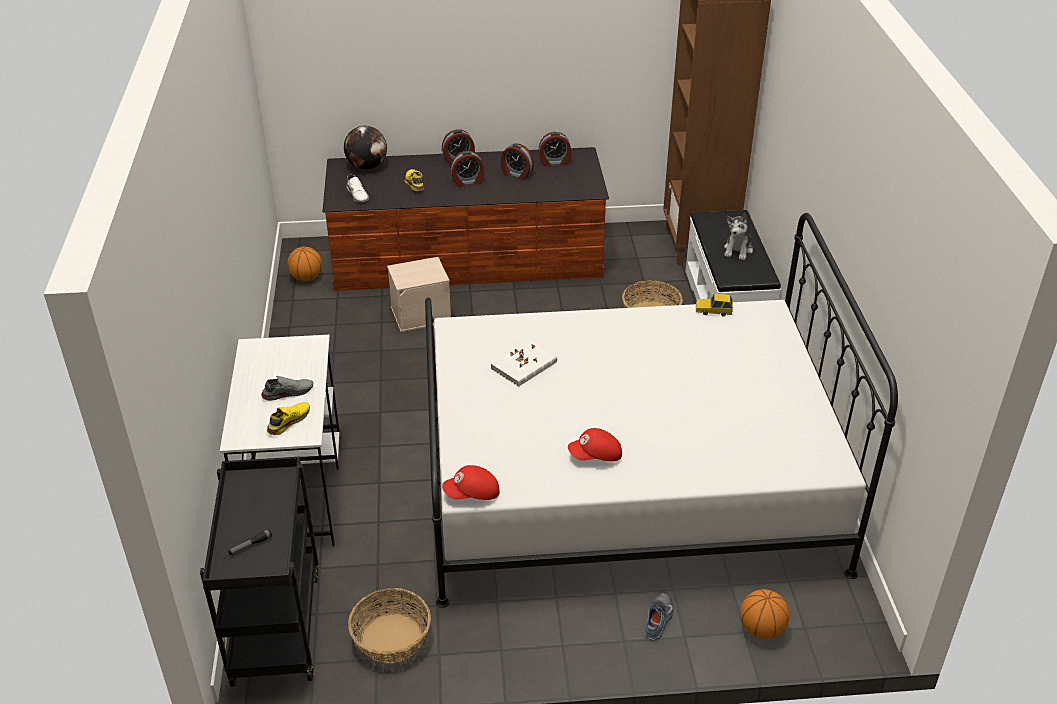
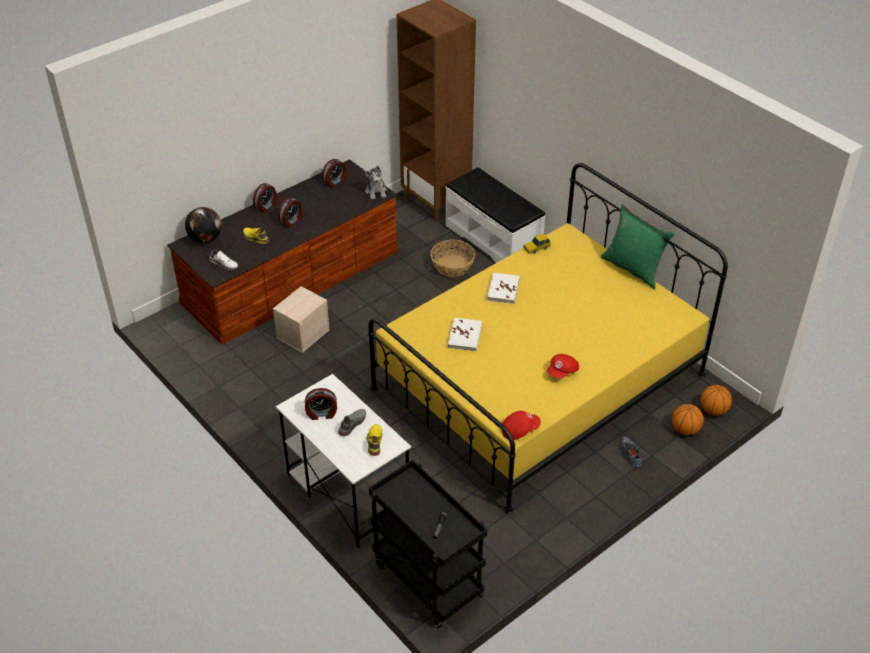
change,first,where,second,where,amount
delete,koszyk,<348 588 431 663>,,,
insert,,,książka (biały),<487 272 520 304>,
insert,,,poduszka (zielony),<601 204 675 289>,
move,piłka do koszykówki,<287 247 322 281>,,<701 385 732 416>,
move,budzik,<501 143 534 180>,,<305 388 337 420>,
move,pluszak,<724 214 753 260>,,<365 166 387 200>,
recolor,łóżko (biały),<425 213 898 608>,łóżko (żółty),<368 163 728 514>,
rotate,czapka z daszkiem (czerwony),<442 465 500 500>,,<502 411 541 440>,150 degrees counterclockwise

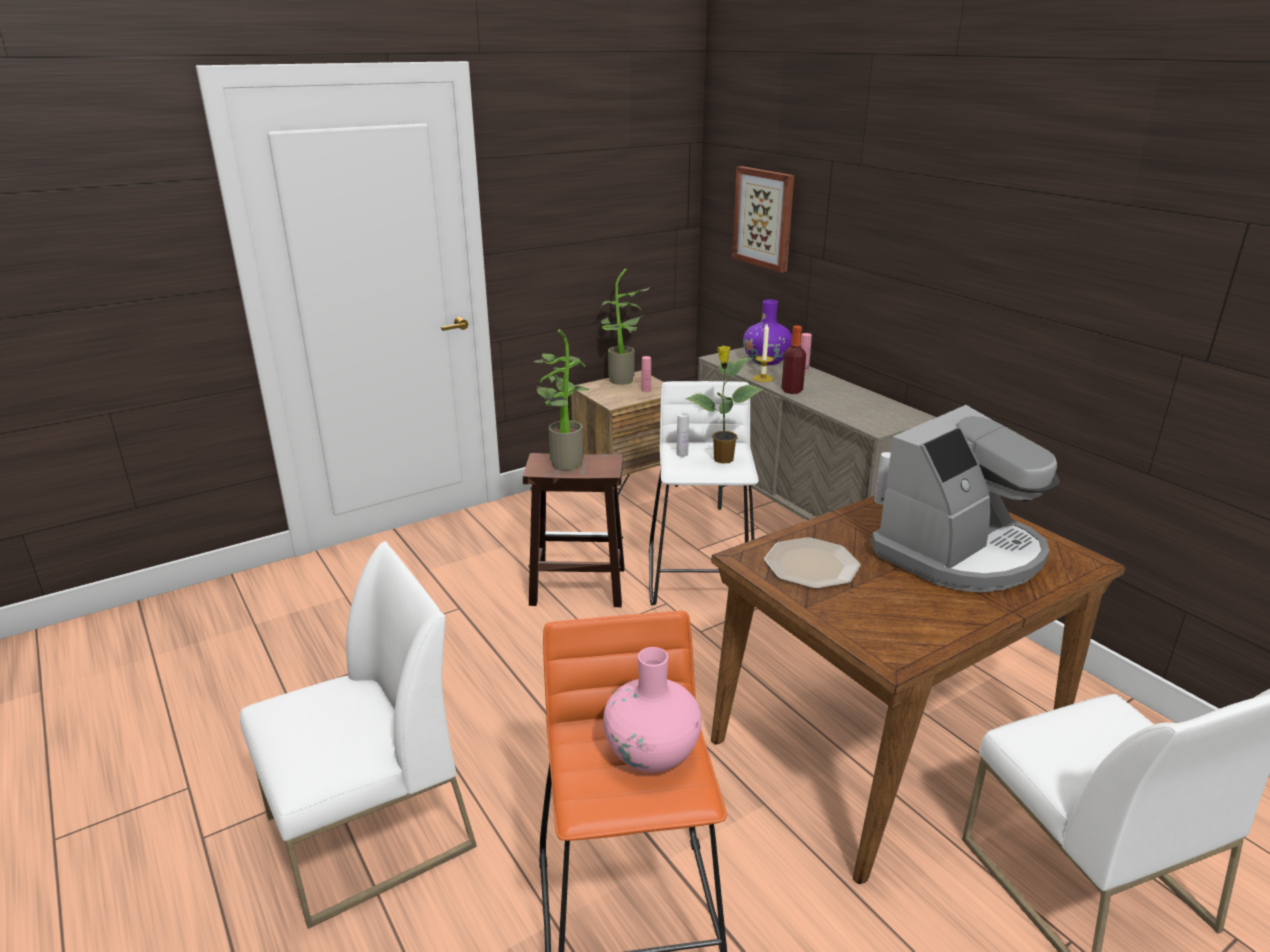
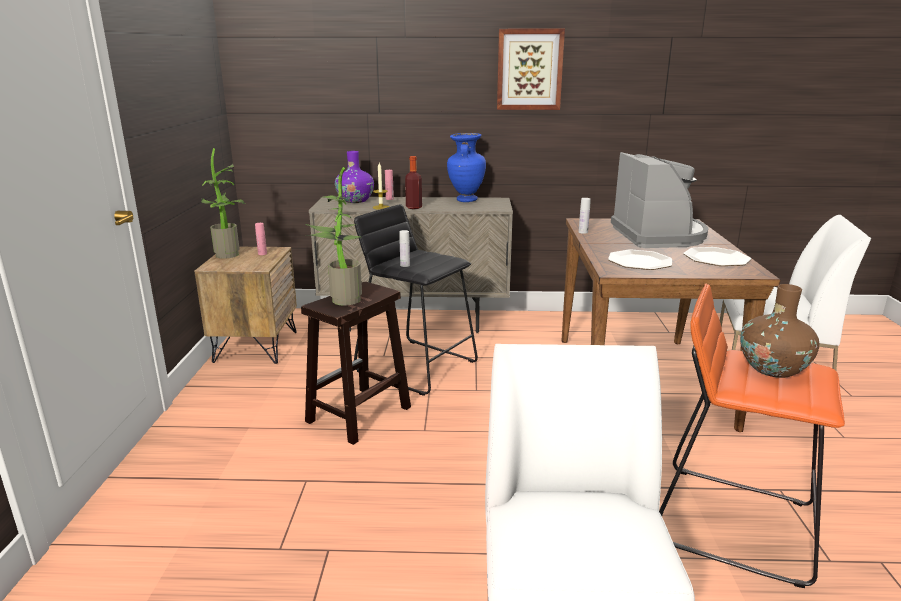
change,first,where,second,where,amount
delete,roślina doniczkowa,<685 345 763 464>,,,
insert,,,wazon (niebieski),<447 133 486 202>,
insert,,,talerz,<683 247 751 266>,
move,obraz,<732 166 794 273>,,<497 29 565 110>,
recolor,wazon (różowy),<603 647 702 772>,wazon (brązowy),<740 284 819 378>,
recolor,stołek (biały),<649 381 759 605>,stołek (czarny),<354 204 478 396>,

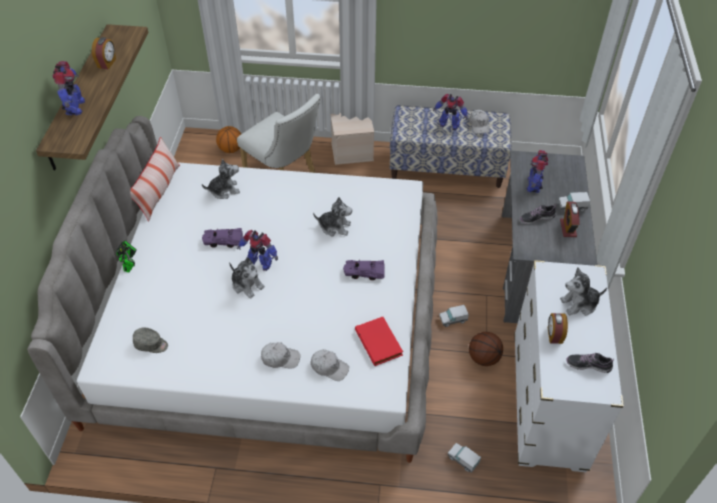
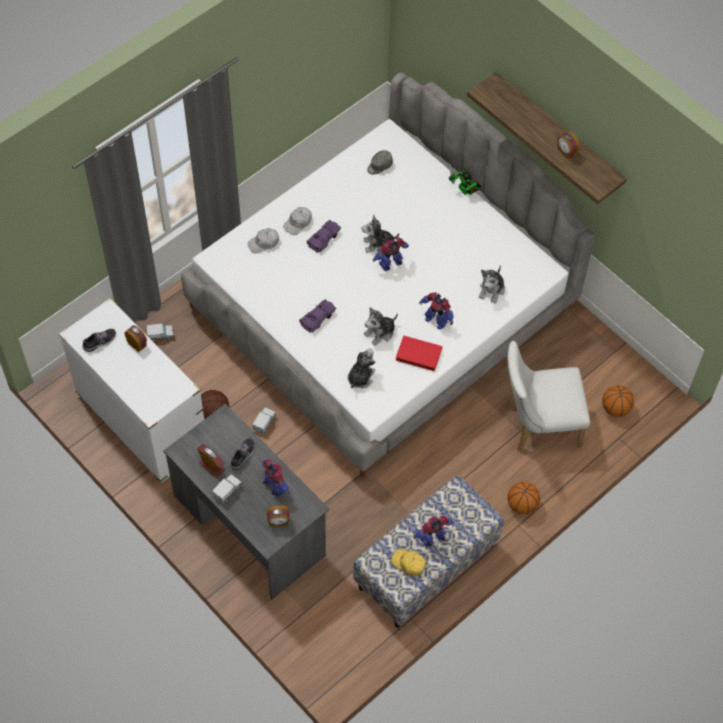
change,first,where,second,where,amount
delete,poduszka,<130 137 180 221>,,,
insert,,,budzik,<267 505 290 527>,
move,robot zabawkowy,<53 61 85 115>,,<419 292 454 329>,
move,samochodzik (fioletowy),<202 228 243 248>,,<306 220 341 253>,
move,książka (czerwony),<355 317 403 366>,,<395 335 442 372>,
move,pluszak,<560 267 607 316>,,<348 349 376 388>,
replace,pojemnik do przechowywania (beżowy),<330 113 374 165>,piłka do koszykówki,<507 482 540 514>,
recolor,czapka z daszkiem (biały),<469 110 490 134>,czapka z daszkiem (żółty),<391 549 426 576>,

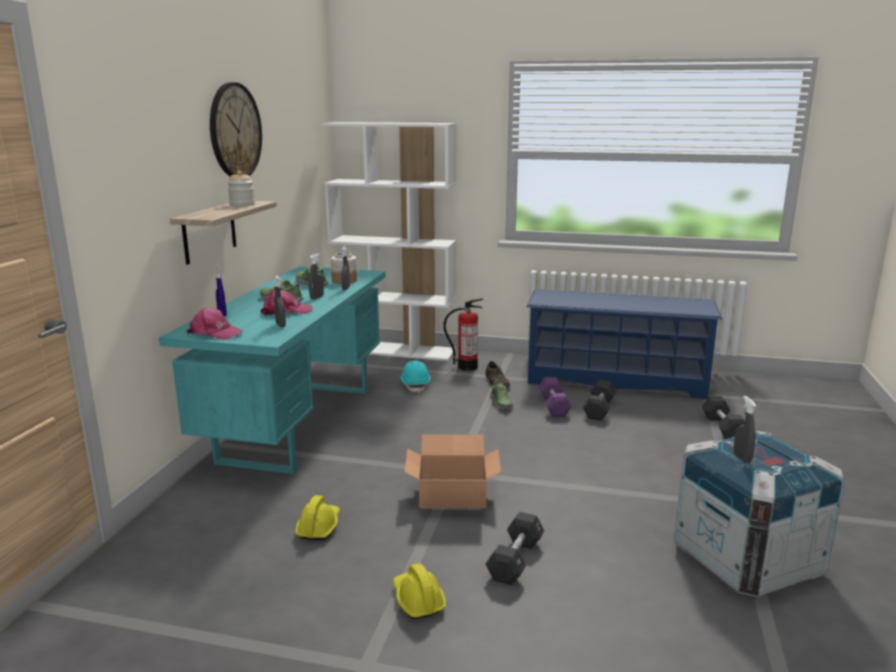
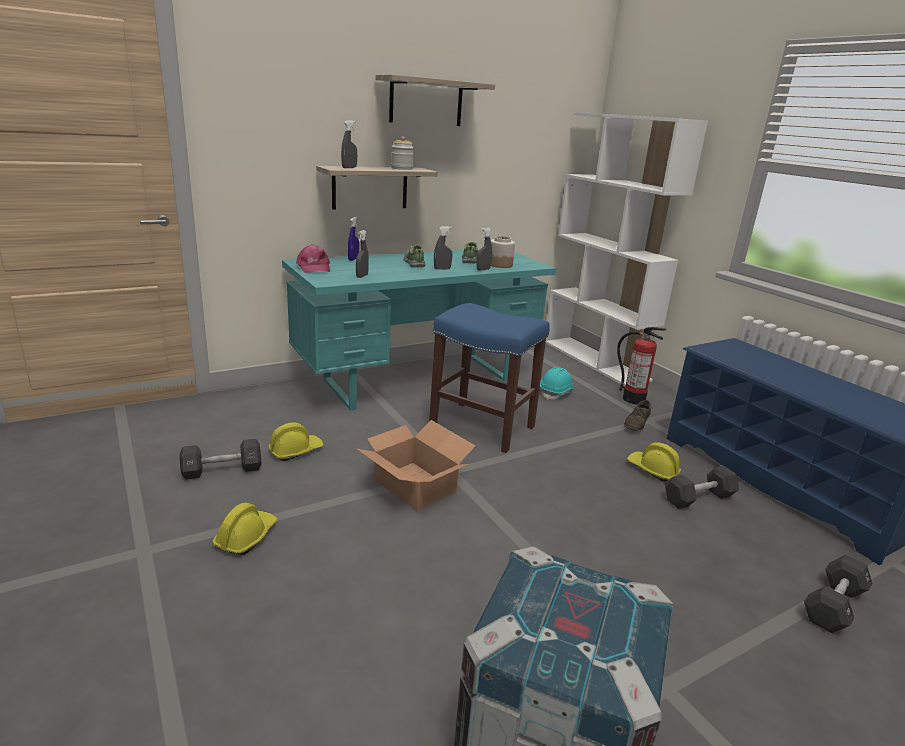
change,first,where,second,where,amount
delete,czapka z daszkiem (różowy),<260 290 313 316>,,,
delete,but,<490 379 513 409>,,,
insert,,,stołek (niebieski),<429 303 550 453>,
move,hantel (czarny),<486 512 544 585>,,<179 439 261 480>,
move,spryskiwacz (szary),<733 396 756 463>,,<341 120 357 168>,
replace,zegar ścienny,<210 82 262 176>,półka,<375 74 495 126>,
replace,hantel (fioletowy),<538 377 572 417>,kask (żółty),<627 442 681 482>,

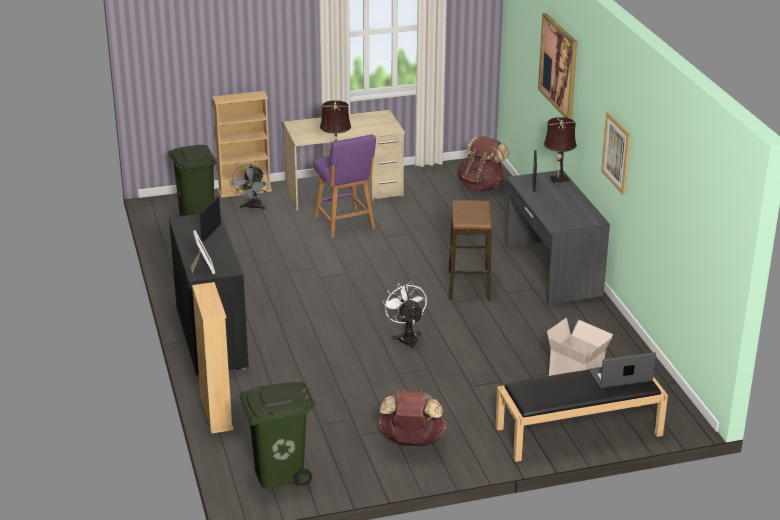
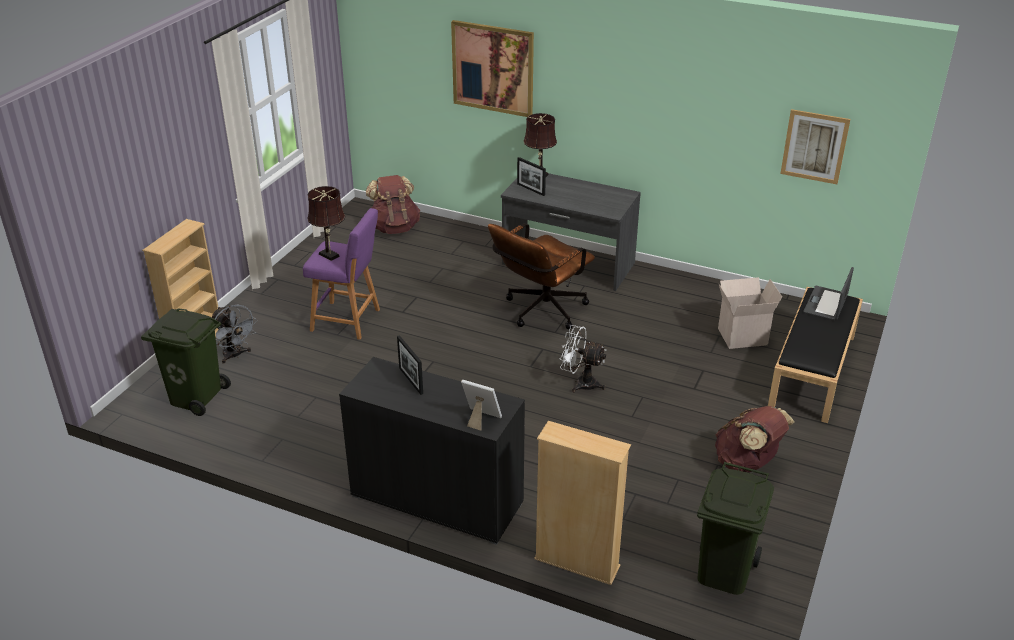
change,first,where,second,where,amount
delete,biurko (beżowy),<283 110 405 210>,,,
move,obraz,<601 112 631 195>,,<780 109 850 184>,
replace,stołek,<449 200 492 301>,krzesło biurowe (brązowy),<488 223 595 329>,

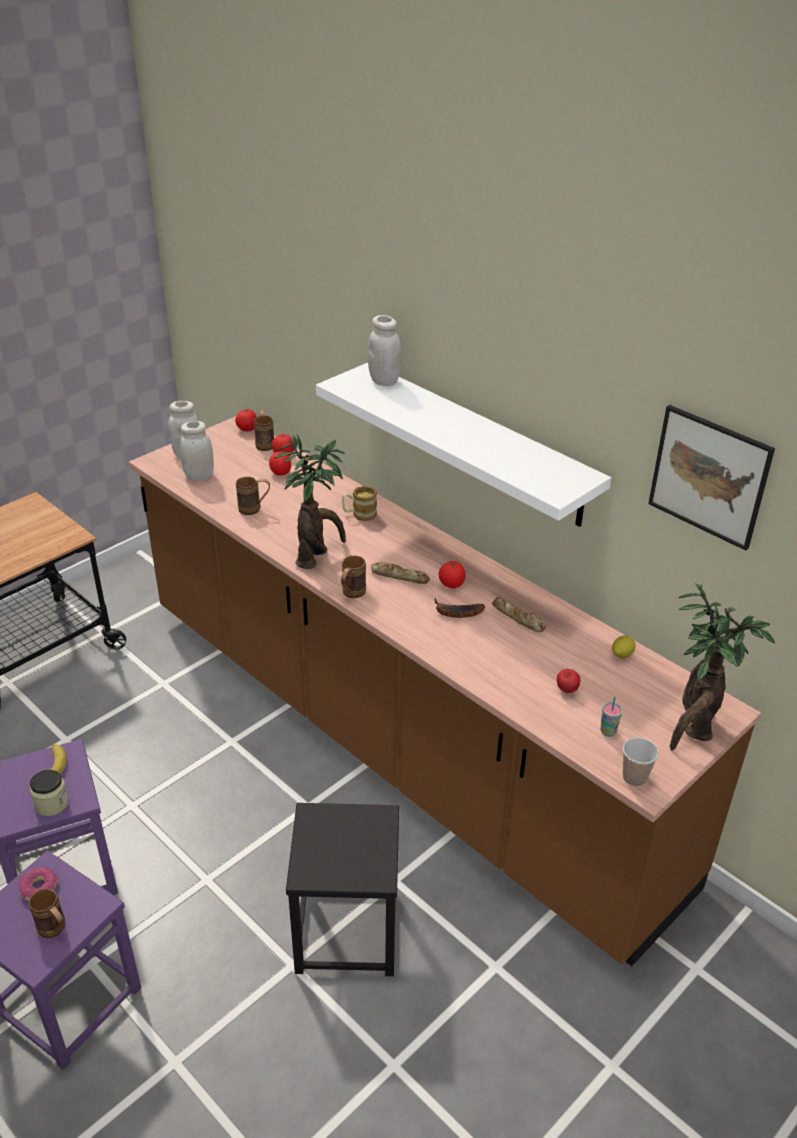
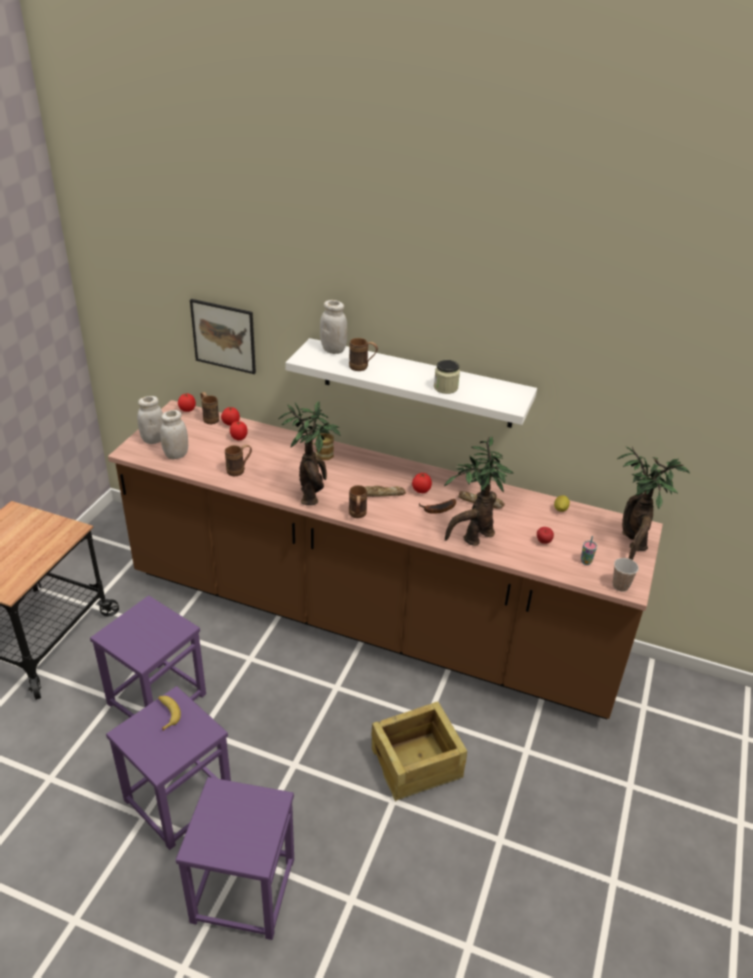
change,first,where,second,where,amount
delete,donut,<19 867 58 901>,,,
insert,,,stołek (fioletowy),<90 595 206 717>,
insert,,,roślina doniczkowa,<444 437 514 546>,
move,kubek (brązowy),<29 888 65 938>,,<349 338 378 371>,
move,słoik,<30 769 69 816>,,<434 360 460 394>,
move,obraz,<648 405 775 551>,,<190 299 256 374>,
replace,stołek (czarny),<286 803 399 976>,skrzynka,<371 702 467 802>,

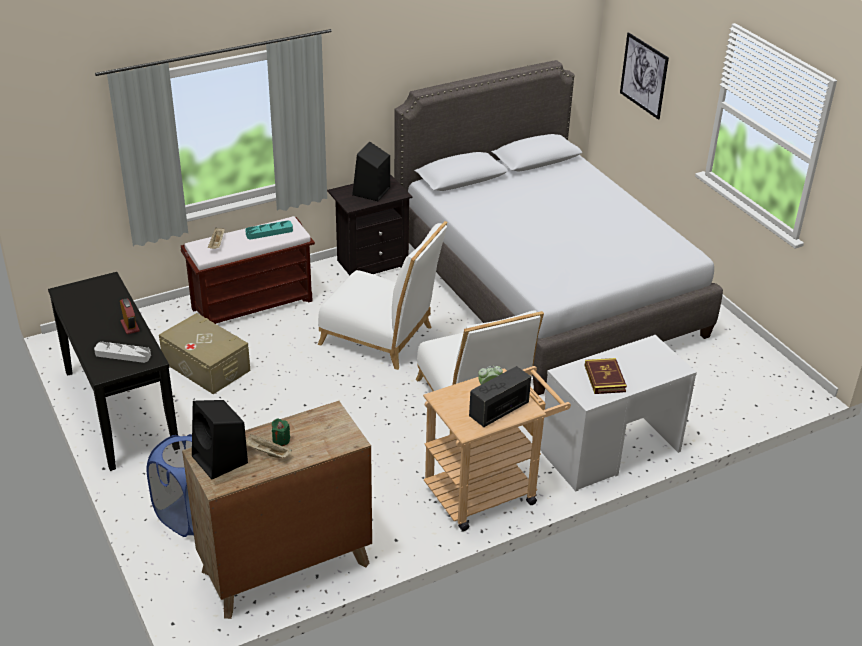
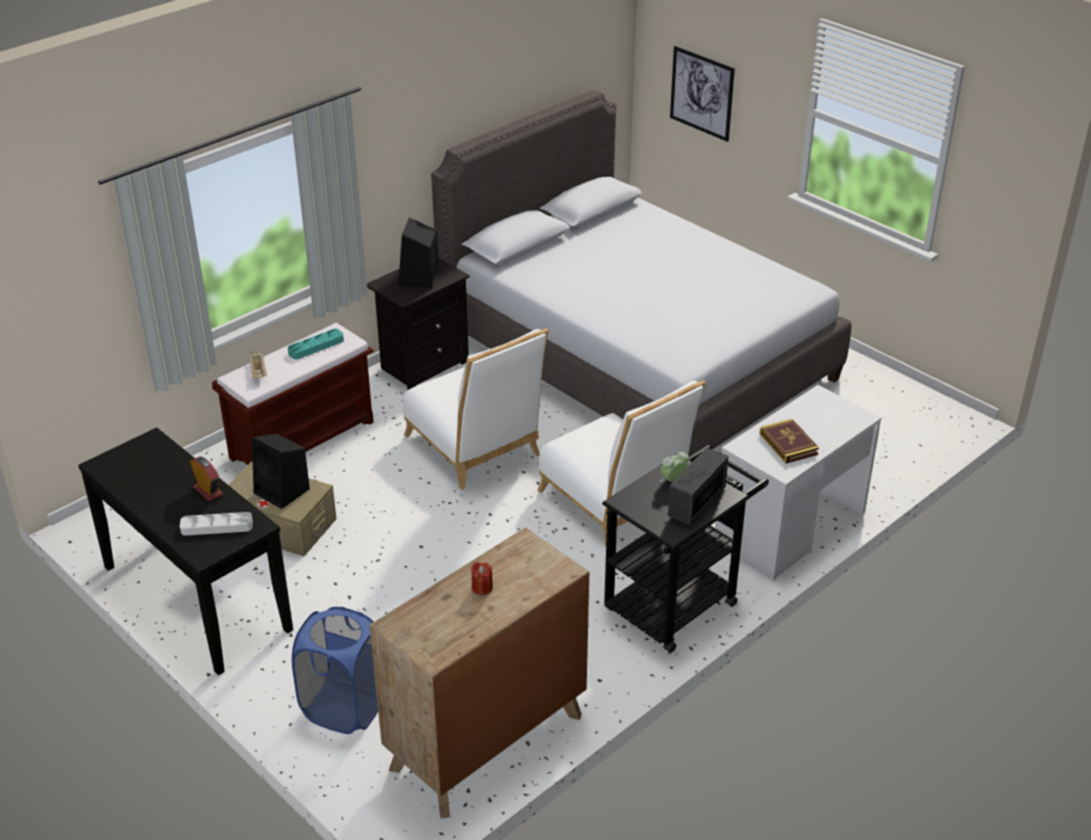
change,first,where,second,where,amount
delete,taca (beżowy),<246 434 292 458>,,,
move,głośnik (czarny),<192 400 248 479>,,<252 434 310 509>,
recolor,świeca (zielony),<272 418 290 446>,świeca (czerwony),<471 562 493 595>,
recolor,wózek (beżowy),<423 366 571 531>,wózek (czarny),<602 445 769 653>,
rotate,krzesło (biały),<318 221 447 370>,,<403 329 549 490>,45 degrees clockwise

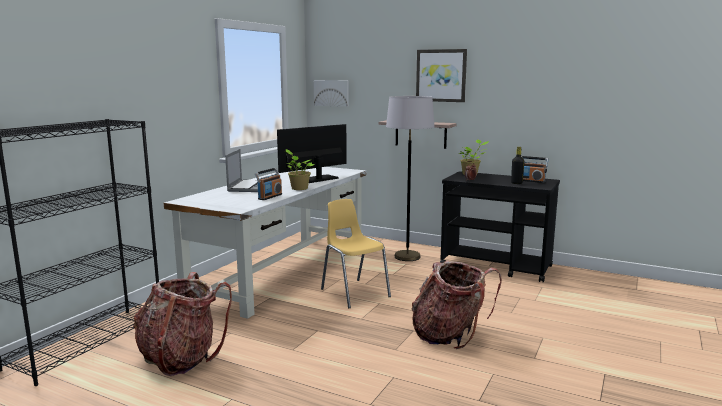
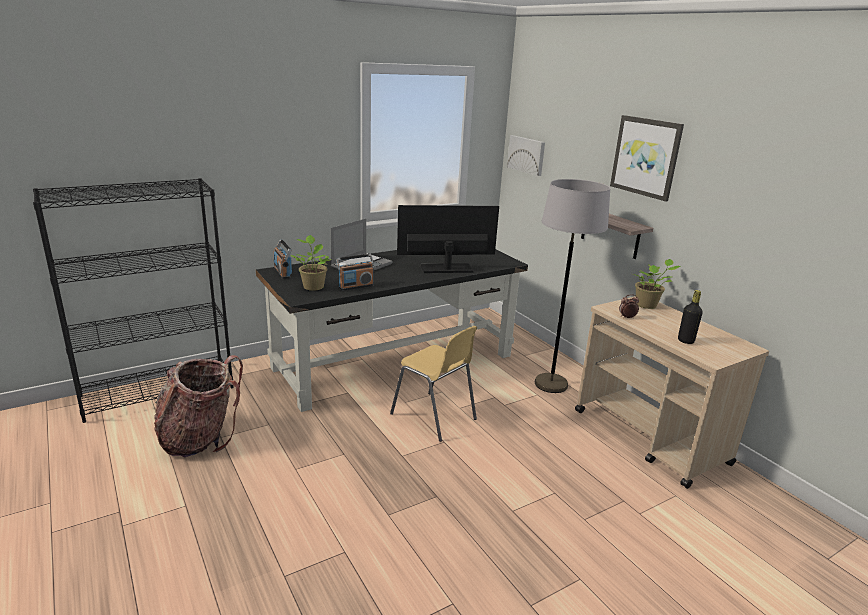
change,first,where,second,where,amount
delete,plecak,<411 260 502 349>,,,
move,roślina doniczkowa,<284 149 315 190>,,<290 235 331 291>,
move,radio,<521 156 549 183>,,<273 239 292 279>,
recolor,biurko (biały),<164 167 366 319>,biurko (czarny),<256 249 528 412>,
recolor,wózek (czarny),<440 171 560 283>,wózek (beżowy),<575 296 769 489>,
rotate,krzesło (żółty),<321 199 391 308>,,<390 326 477 442>,135 degrees clockwise

